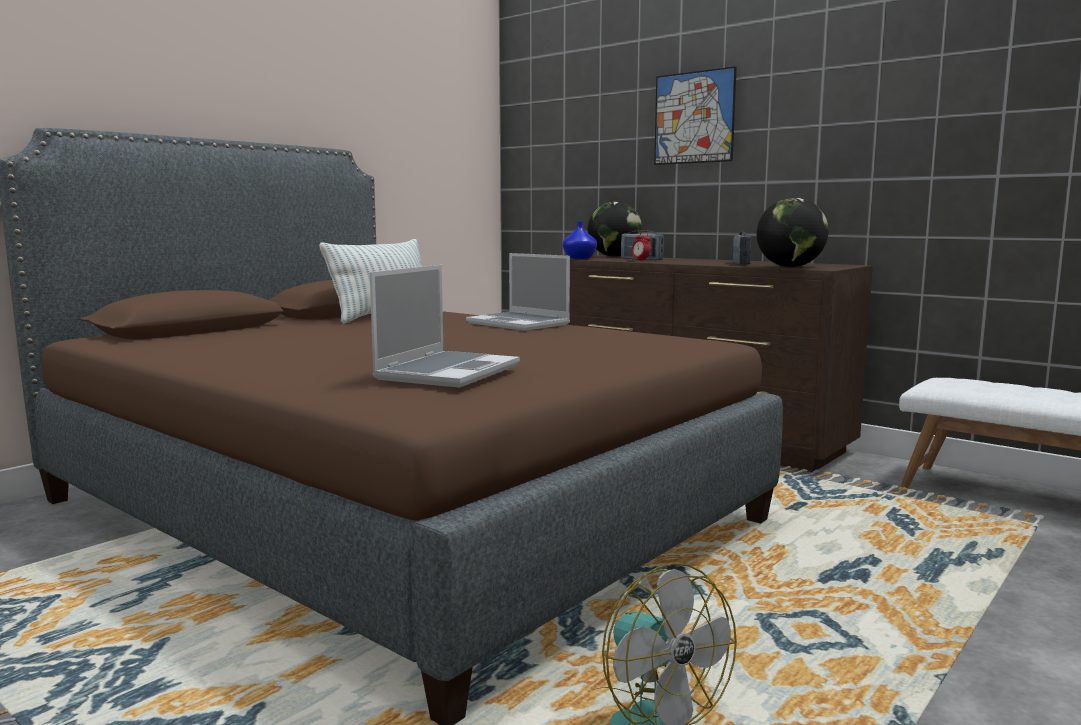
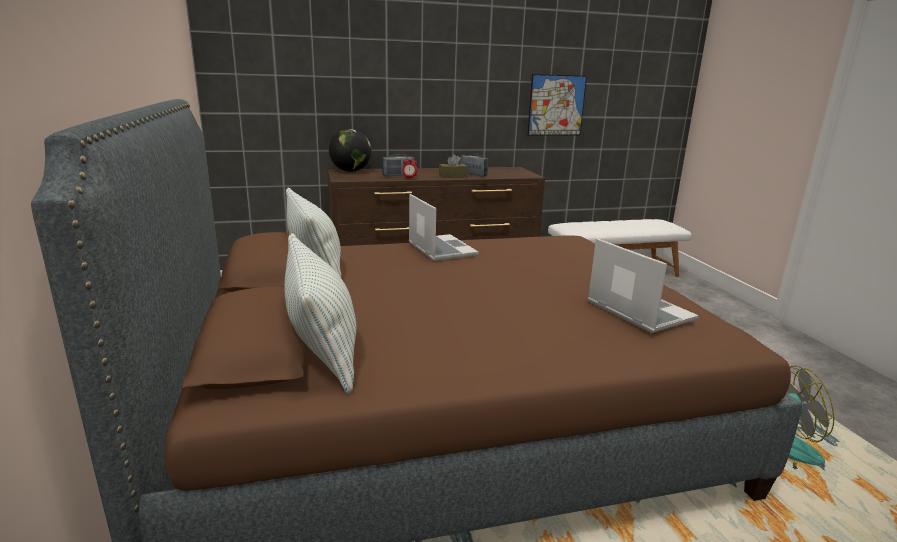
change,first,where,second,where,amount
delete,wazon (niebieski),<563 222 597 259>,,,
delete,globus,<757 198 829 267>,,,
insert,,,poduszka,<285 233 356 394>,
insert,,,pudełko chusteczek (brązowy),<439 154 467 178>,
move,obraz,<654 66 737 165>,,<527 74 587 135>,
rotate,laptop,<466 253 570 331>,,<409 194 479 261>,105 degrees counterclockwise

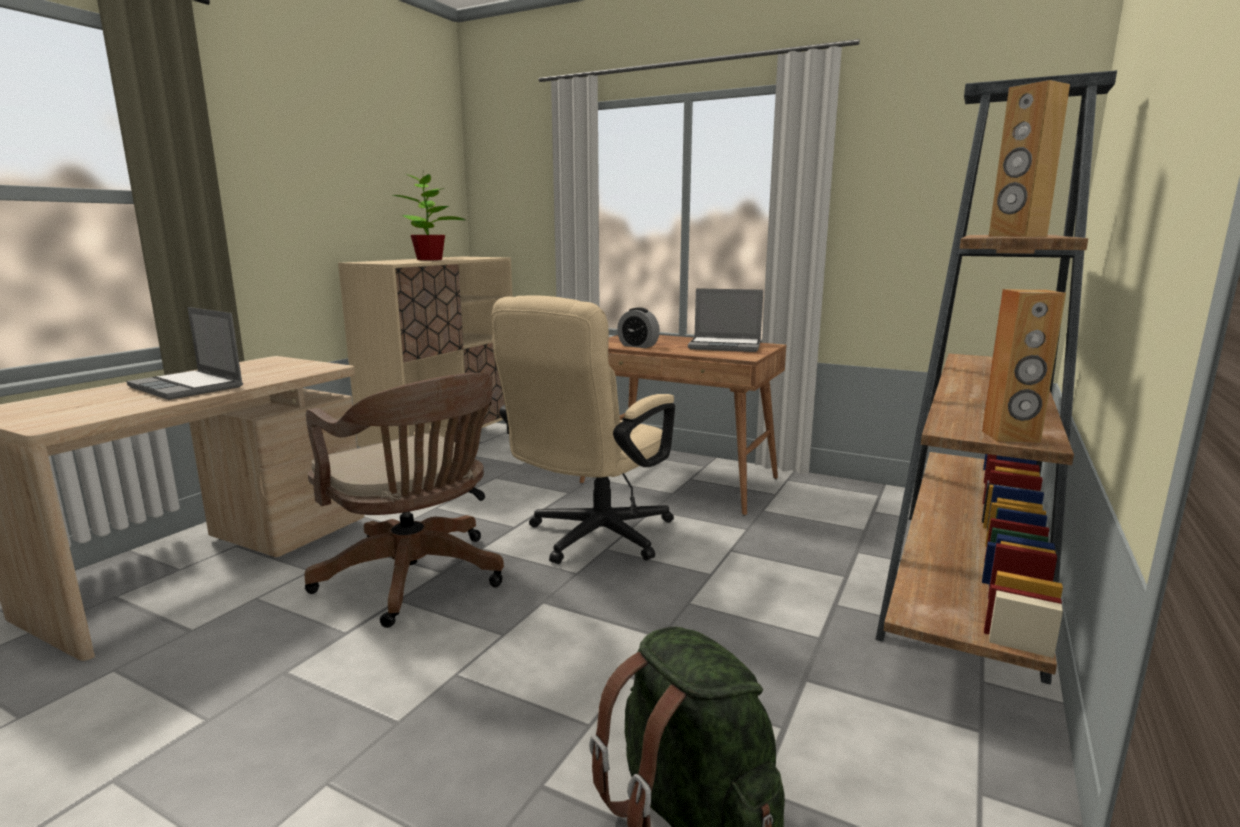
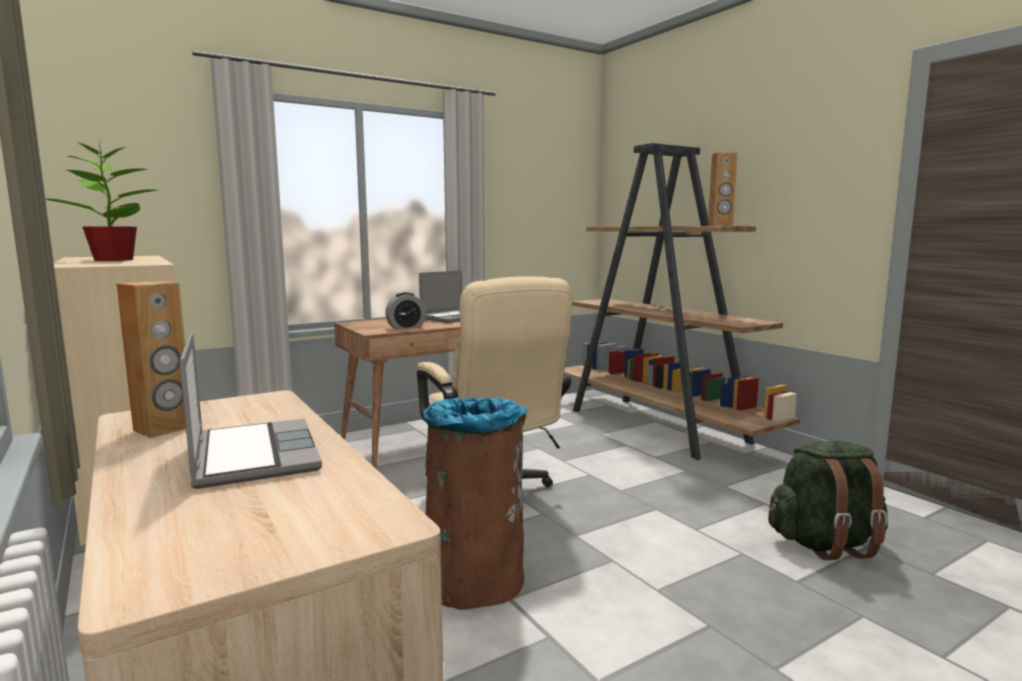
change,first,where,second,where,amount
move,głośnik (brązowy),<982 289 1066 443>,,<117 281 186 438>,
replace,krzesło biurowe (brązowy),<305 373 504 628>,kosz na śmieci (brązowy),<423 397 528 610>,
rotate,laptop,<126 307 243 400>,,<179 333 322 489>,90 degrees counterclockwise

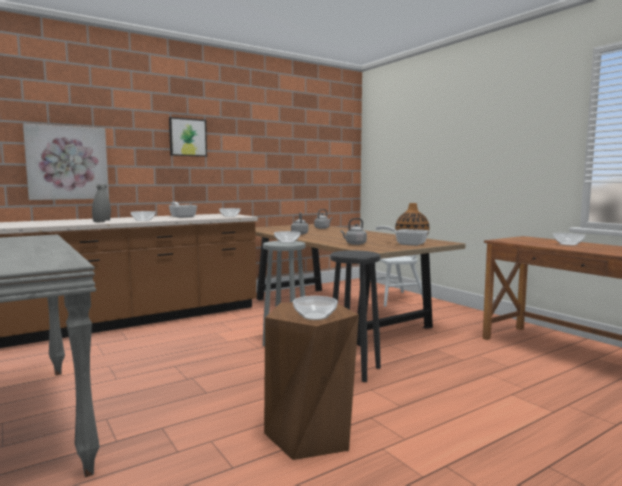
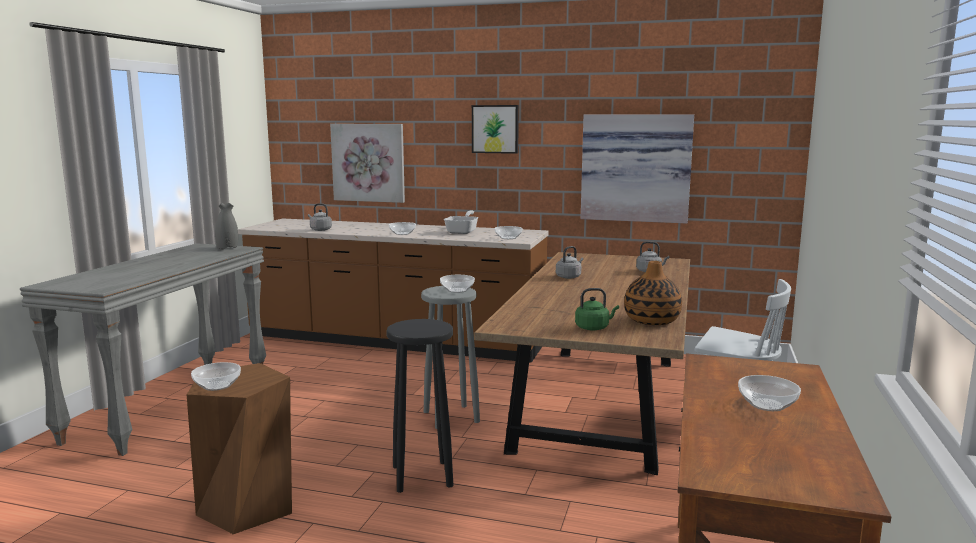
change,first,where,second,where,amount
insert,,,obraz,<581 114 694 223>,
move,wazon (szary),<92 184 111 222>,,<215 203 238 250>,
move,czajnik (szary),<340 218 367 245>,,<308 203 332 231>,
replace,patelnia,<376 226 429 246>,czajnik (zielony),<575 288 619 330>,

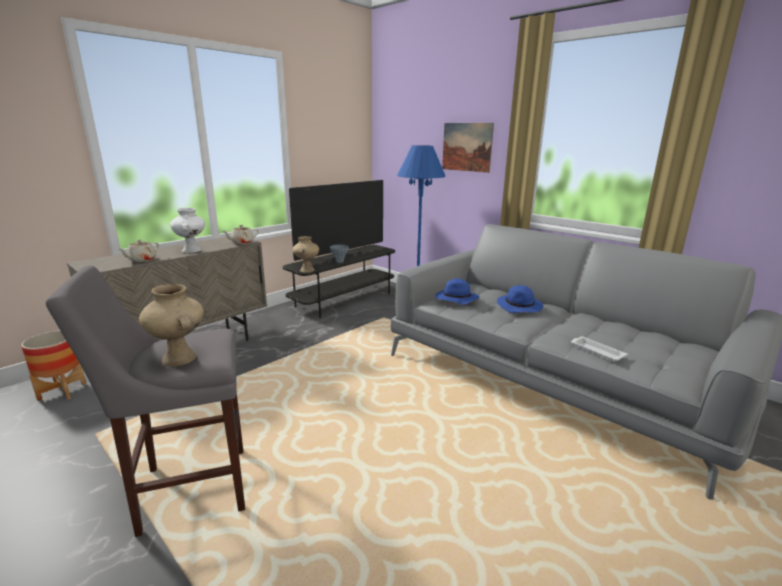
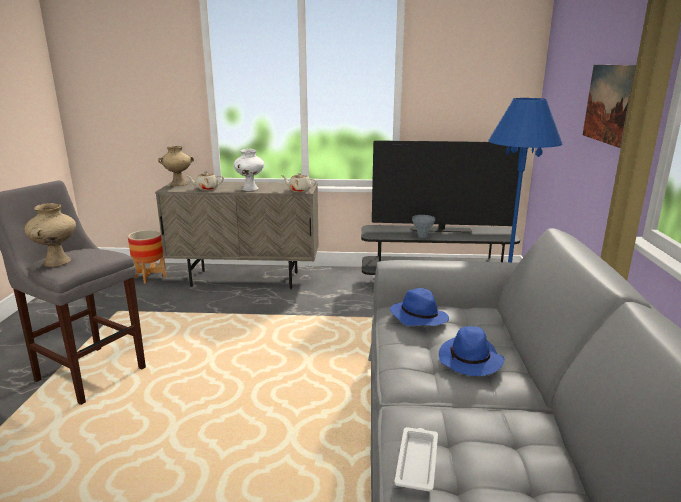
change,first,where,second,where,amount
move,wazon (beżowy),<293 236 319 273>,,<158 146 194 186>,

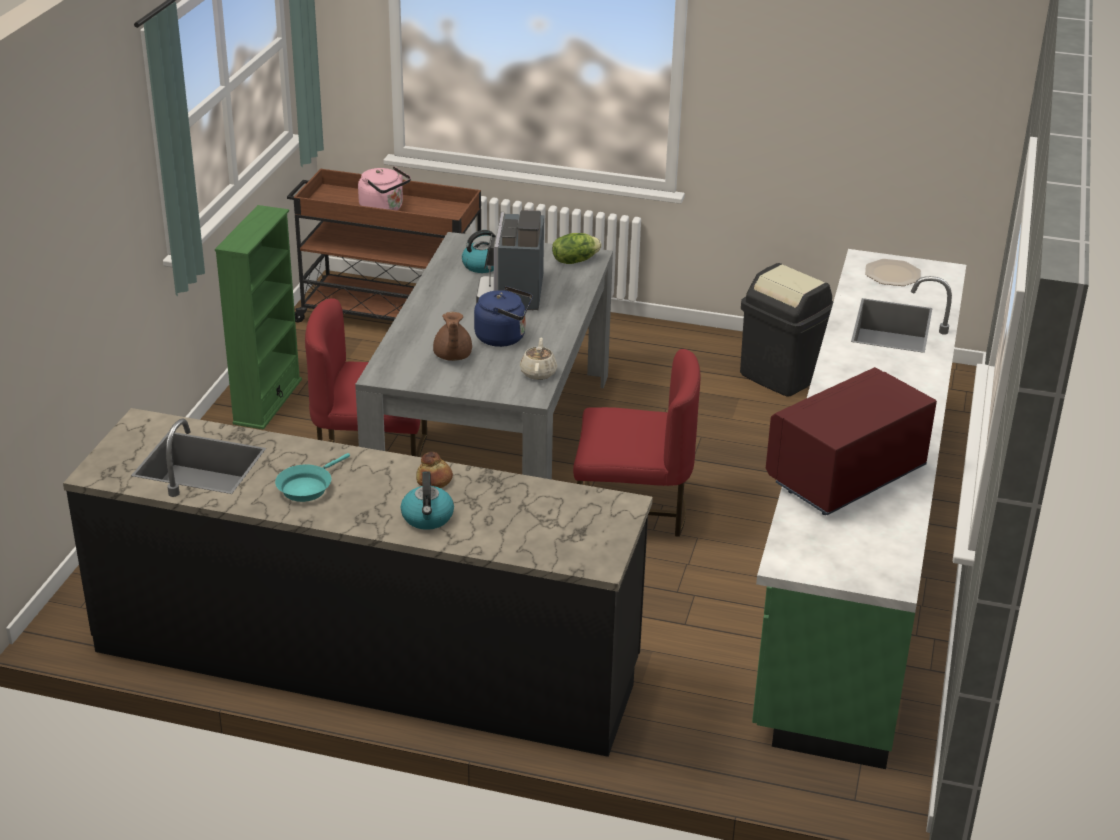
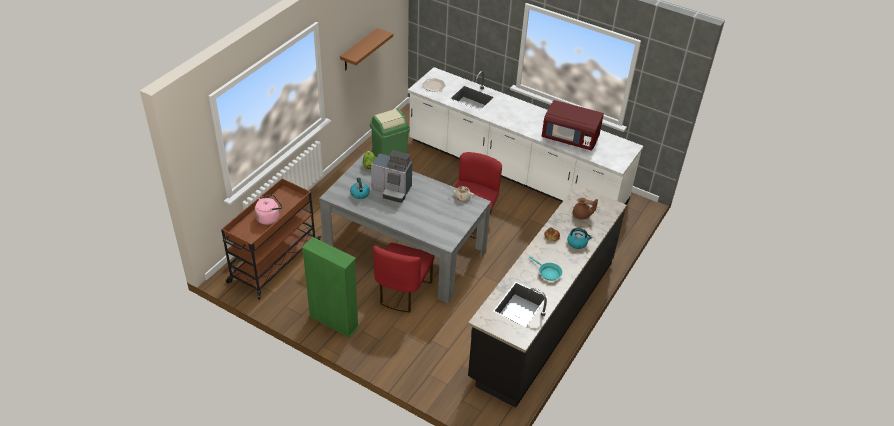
change,first,where,second,where,amount
delete,czajnik (niebieski),<474 286 533 347>,,,
insert,,,półka (brązowy),<340 28 393 70>,
move,imbryk (brązowy),<433 312 472 361>,,<573 198 598 220>,
recolor,kosz na śmieci (czarny),<740 263 833 397>,kosz na śmieci (zielony),<370 108 410 157>,
recolor,zabudowa kuchenna (zielony),<752 249 966 769>,zabudowa kuchenna (biały),<408 67 643 205>,
rotate,mikrofalówka (czerwony),<766 367 937 515>,,<541 100 604 151>,45 degrees counterclockwise

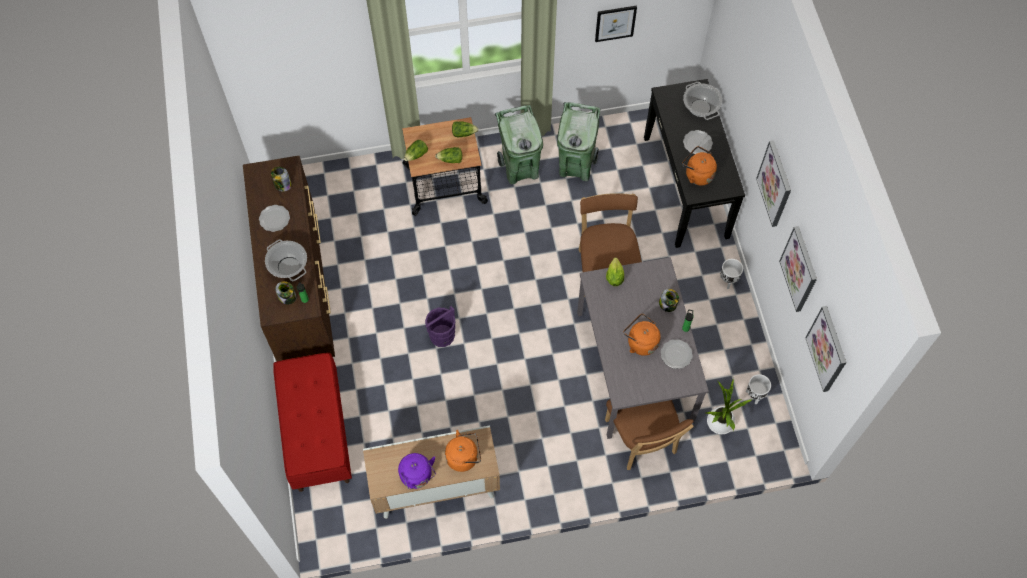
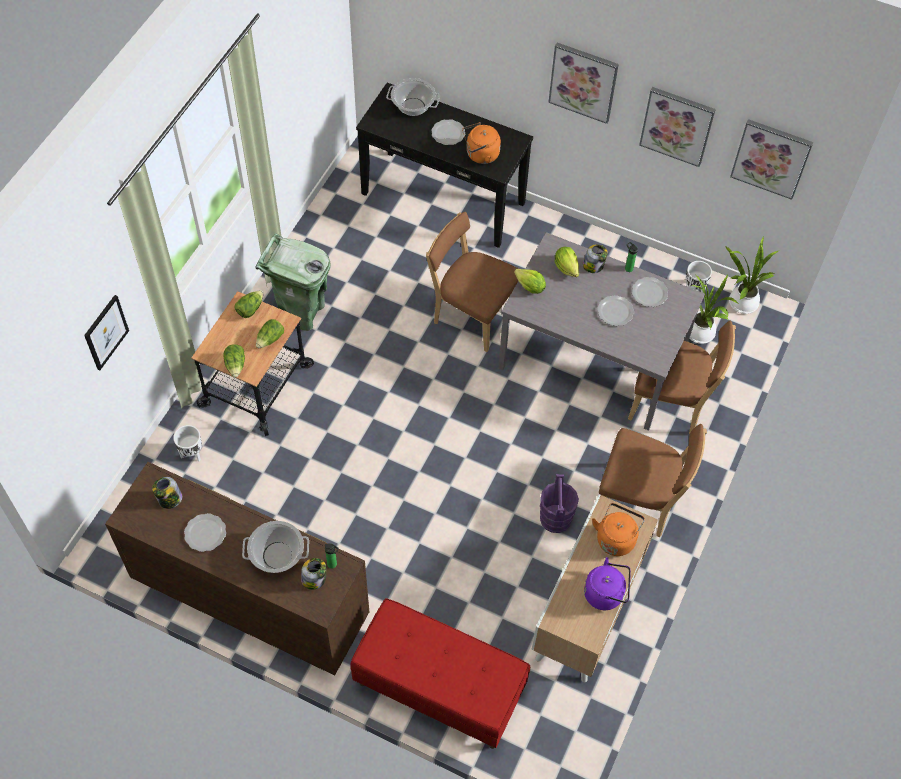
change,first,where,second,where,amount
delete,kosz na śmieci (zielony),<557 102 600 181>,,,
insert,,,sałata,<555 247 579 277>,
insert,,,krzesło (brązowy),<599 424 707 538>,
insert,,,roślina doniczkowa,<725 237 780 314>,
move,wiadro (fioletowy),<425 306 456 347>,,<540 474 579 533>,
move,obraz,<595 6 637 42>,,<84 295 129 370>,
move,donica (biały),<720 259 743 289>,,<173 425 202 461>,
replace,czajnik (pomarańczowy),<623 314 660 356>,talerz,<597 295 634 326>,

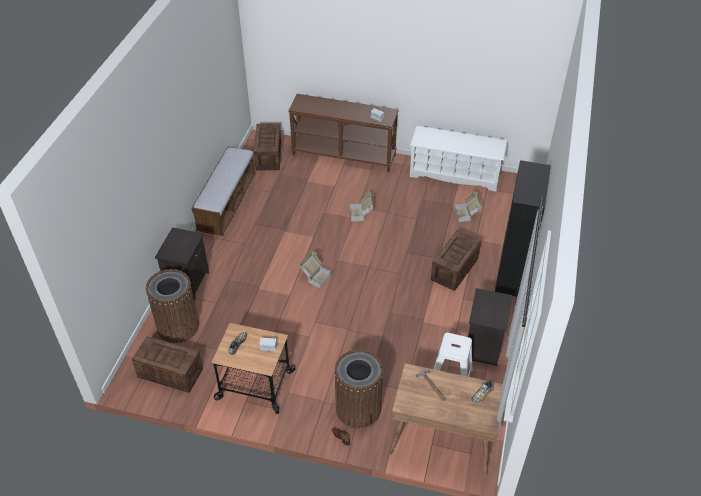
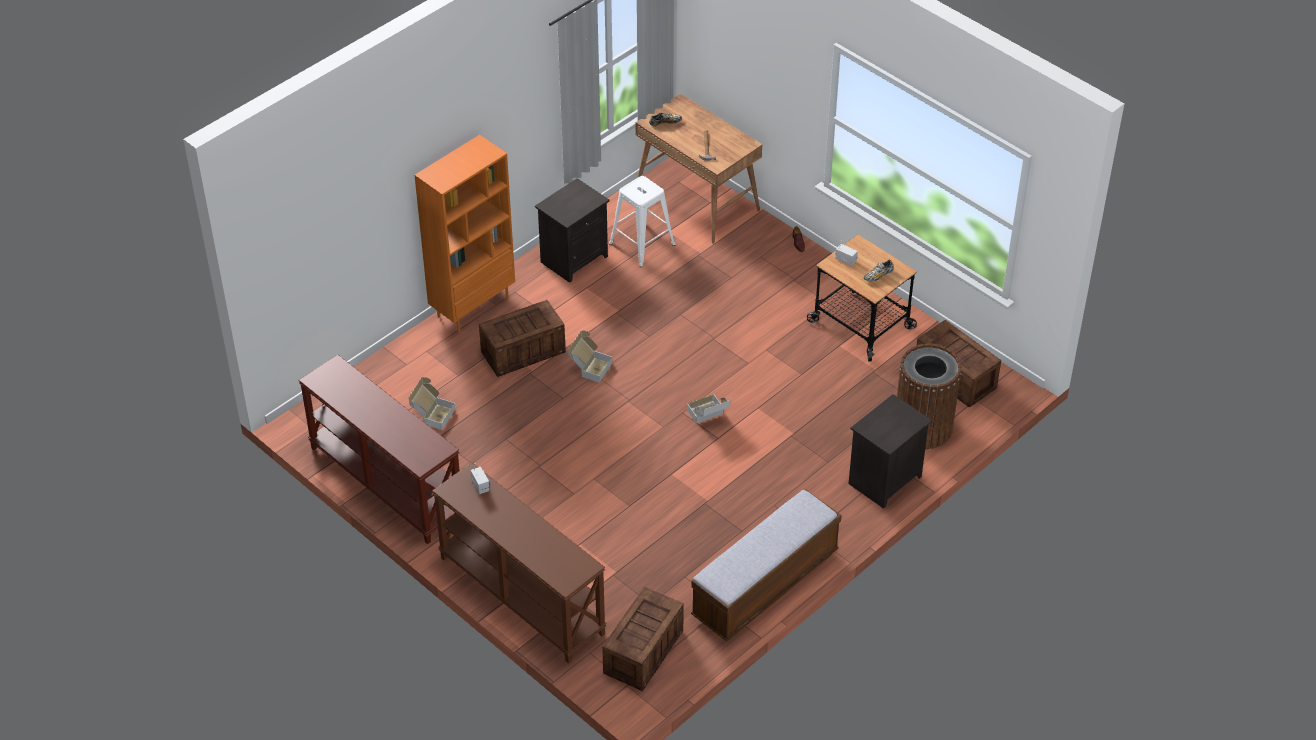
change,first,where,second,where,amount
delete,kosz na śmieci (brązowy),<335 349 383 429>,,,
move,karton,<350 192 373 222>,,<568 330 612 383>,
replace,regał na buty (biały),<410 126 508 192>,stolik konsolowy (brązowy),<298 355 460 544>,
recolor,regał (czarny),<495 160 551 297>,regał (pomarańczowy),<415 135 515 332>,

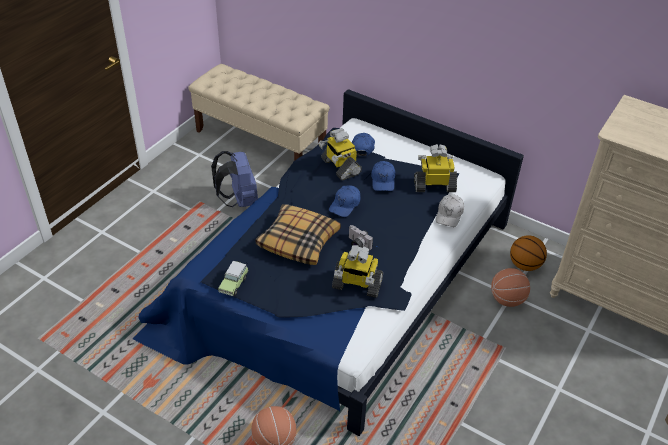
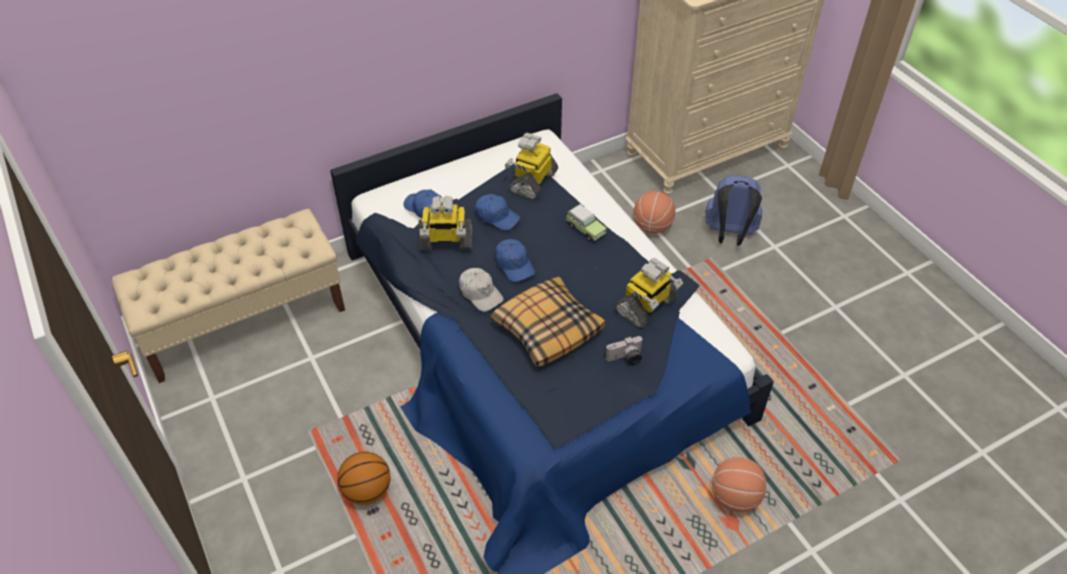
change,first,where,second,where,amount
move,plecak (niebieski),<211 151 258 207>,,<705 175 762 246>,
move,samochodzik,<218 261 248 296>,,<566 204 607 242>,
move,aparat fotograficzny,<349 225 373 250>,,<605 336 643 365>,
move,czapka z daszkiem (biały),<436 194 464 227>,,<459 268 504 312>,
move,piłka do koszykówki,<510 235 547 271>,,<337 451 390 505>,

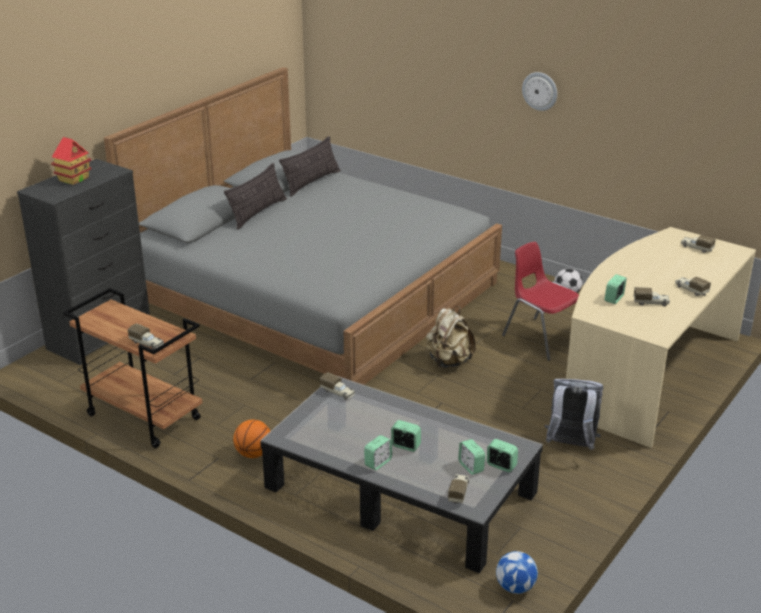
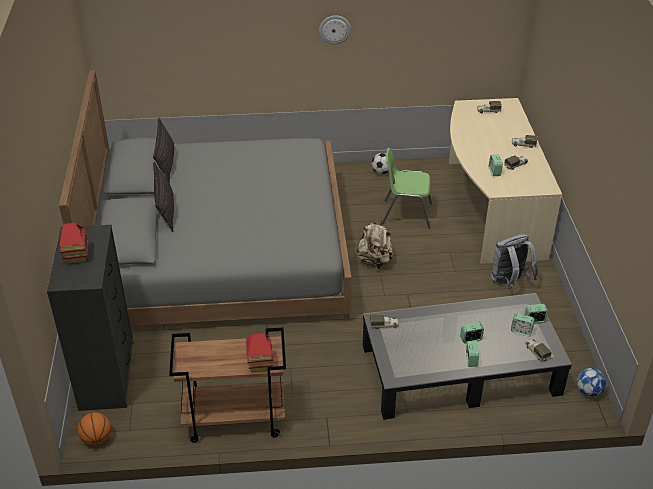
change,first,where,second,where,amount
move,piłka do koszykówki,<233 420 270 458>,,<78 412 111 445>,
replace,ciężarówka zabawkowa,<128 324 164 350>,domek,<246 333 273 372>,
recolor,krzesło (czerwony),<502 242 579 361>,krzesło (zielony),<382 148 432 229>,

